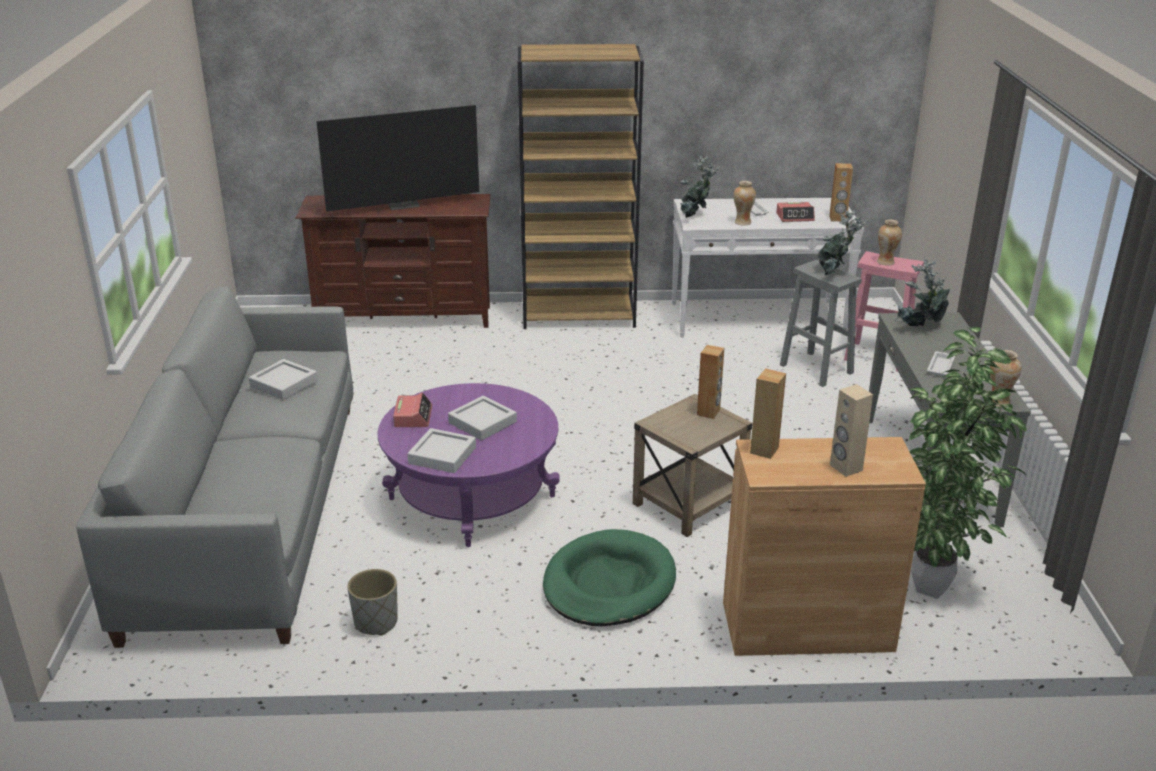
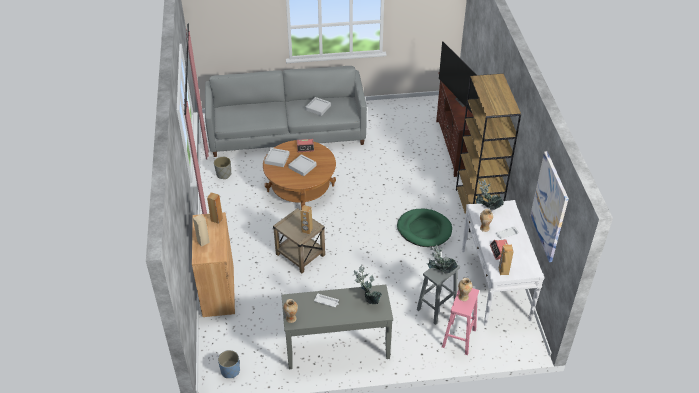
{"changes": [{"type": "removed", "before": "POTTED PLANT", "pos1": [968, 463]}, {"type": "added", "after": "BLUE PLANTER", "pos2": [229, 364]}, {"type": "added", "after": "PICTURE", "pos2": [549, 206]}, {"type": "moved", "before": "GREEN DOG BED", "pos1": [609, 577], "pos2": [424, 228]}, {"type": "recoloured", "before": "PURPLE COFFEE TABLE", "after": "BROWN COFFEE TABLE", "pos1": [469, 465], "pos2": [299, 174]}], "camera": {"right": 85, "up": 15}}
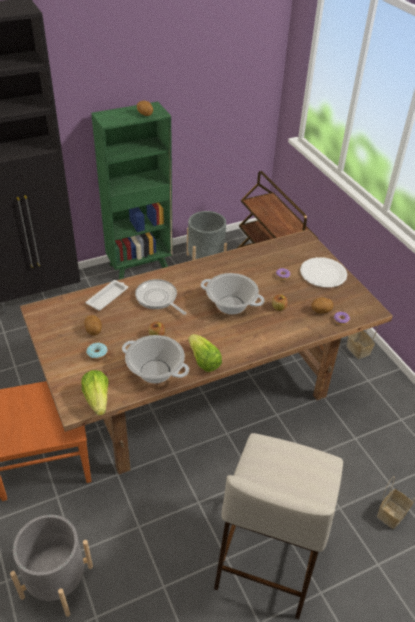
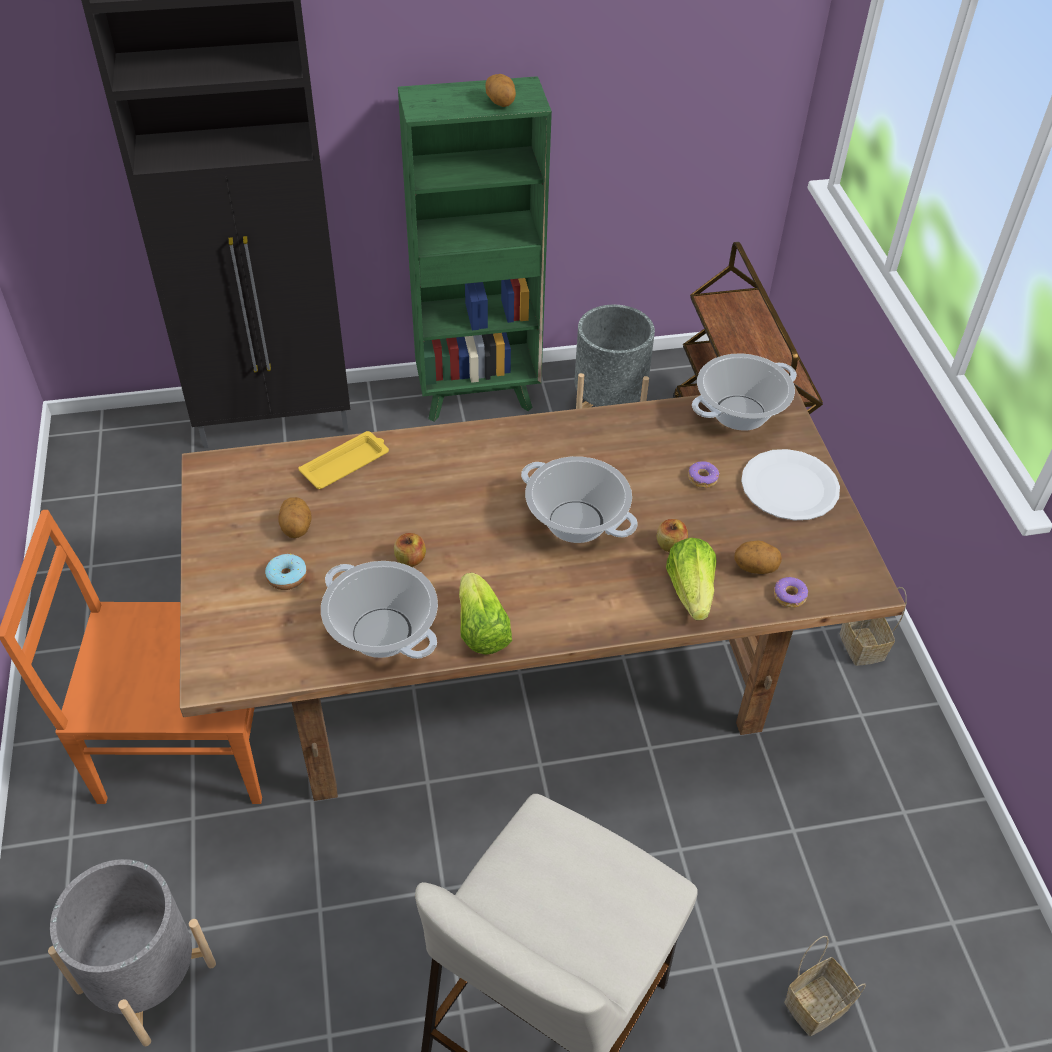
{"changes": [{"type": "removed", "before": "FRYING PAN", "pos1": [160, 297]}, {"type": "added", "after": "COOKING POT", "pos2": [744, 392]}, {"type": "moved", "before": "LETTUCE", "pos1": [95, 392], "pos2": [691, 579]}, {"type": "recoloured", "before": "WHITE TRAY", "after": "YELLOW TRAY", "pos1": [107, 295], "pos2": [343, 460]}], "camera": {"right": 15, "up": 5}}
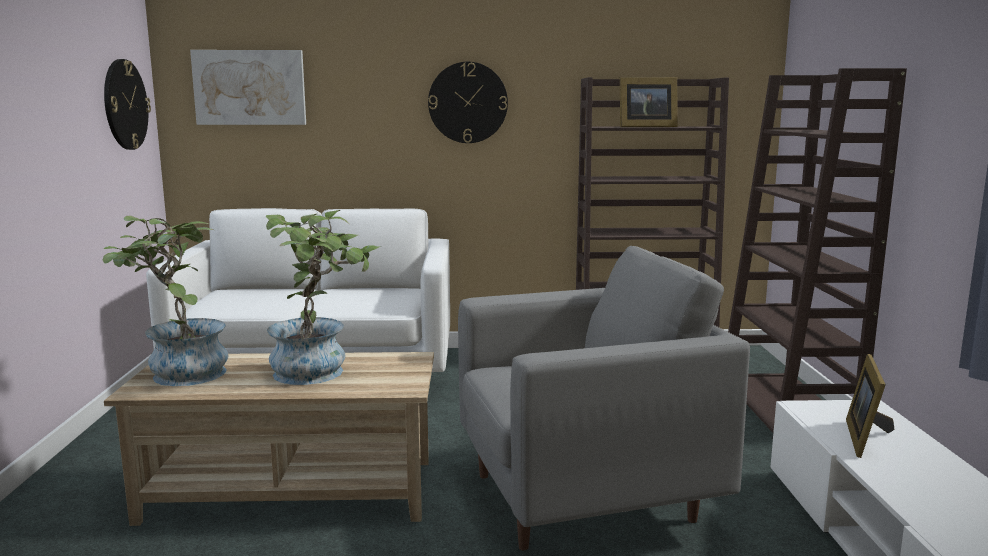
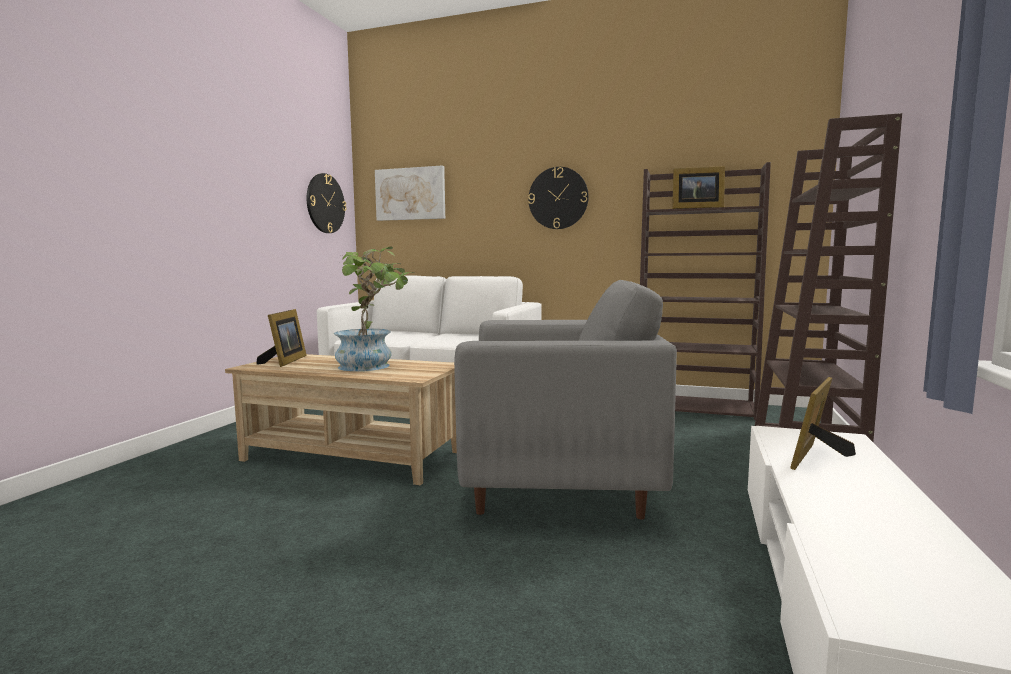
{"changes": [{"type": "replaced", "before": "POTTED PLANT", "after": "PICTURE FRAME", "pos1": [165, 301], "pos2": [281, 338]}], "camera": {"right": 20, "up": -5}}
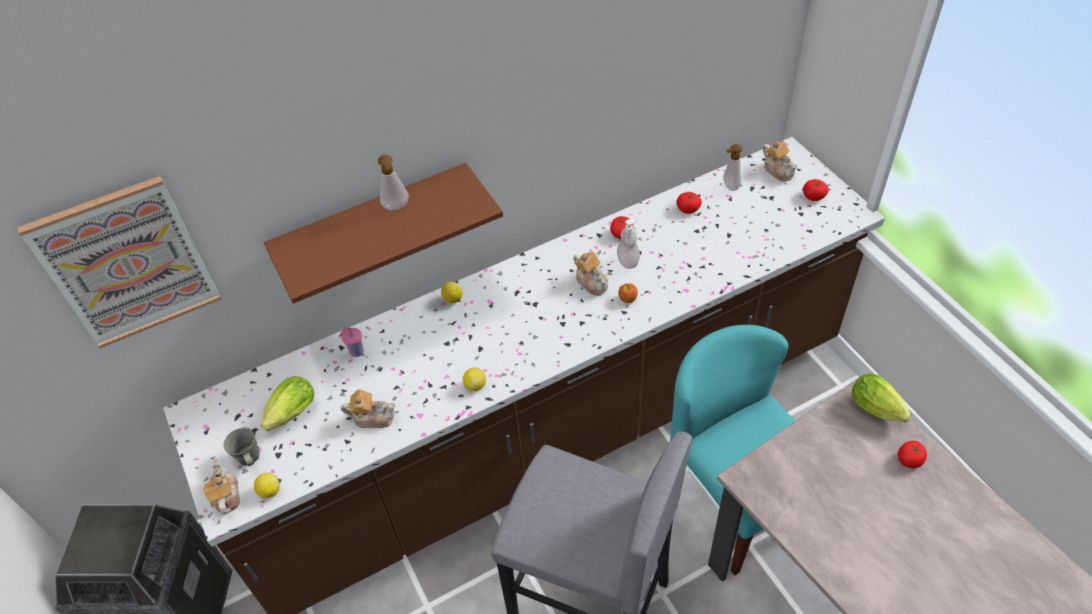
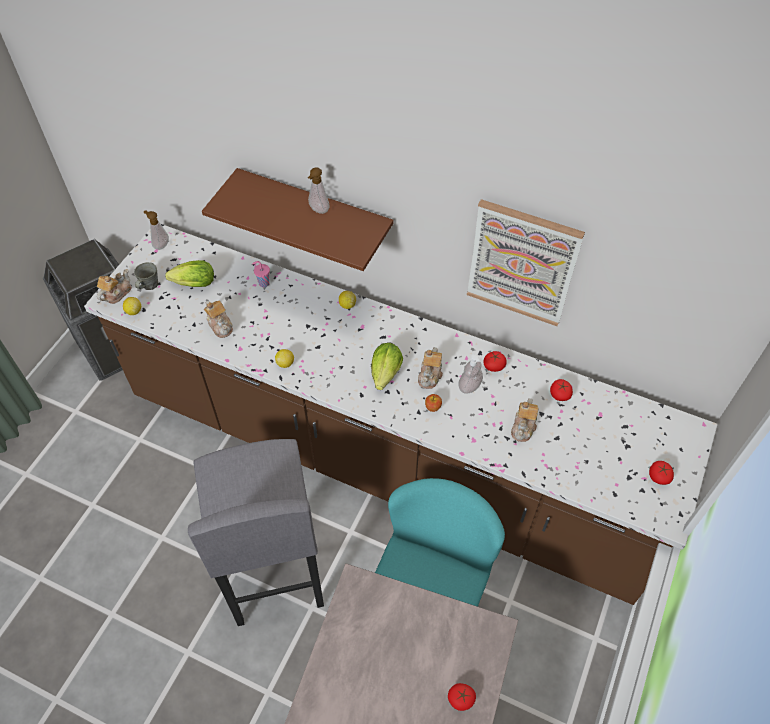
{"changes": [{"type": "moved", "before": "PICTURE", "pos1": [119, 262], "pos2": [526, 262]}, {"type": "moved", "before": "SOAP DISPENSER", "pos1": [732, 167], "pos2": [156, 230]}, {"type": "moved", "before": "TEAPOT", "pos1": [780, 161], "pos2": [524, 420]}, {"type": "moved", "before": "LETTUCE", "pos1": [881, 398], "pos2": [387, 366]}], "camera": {"right": 50, "up": 5}}
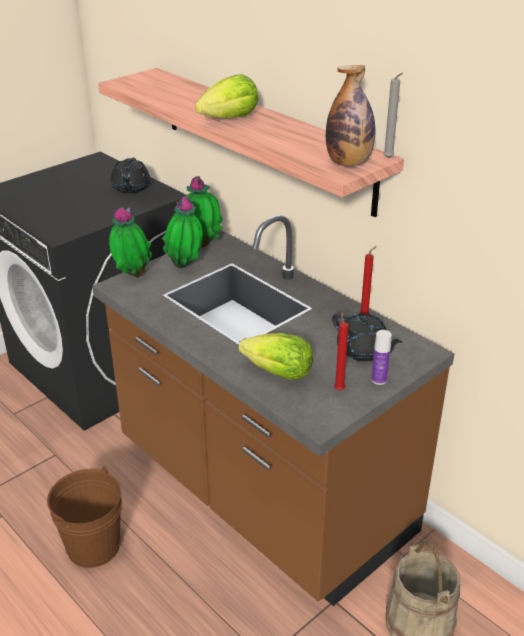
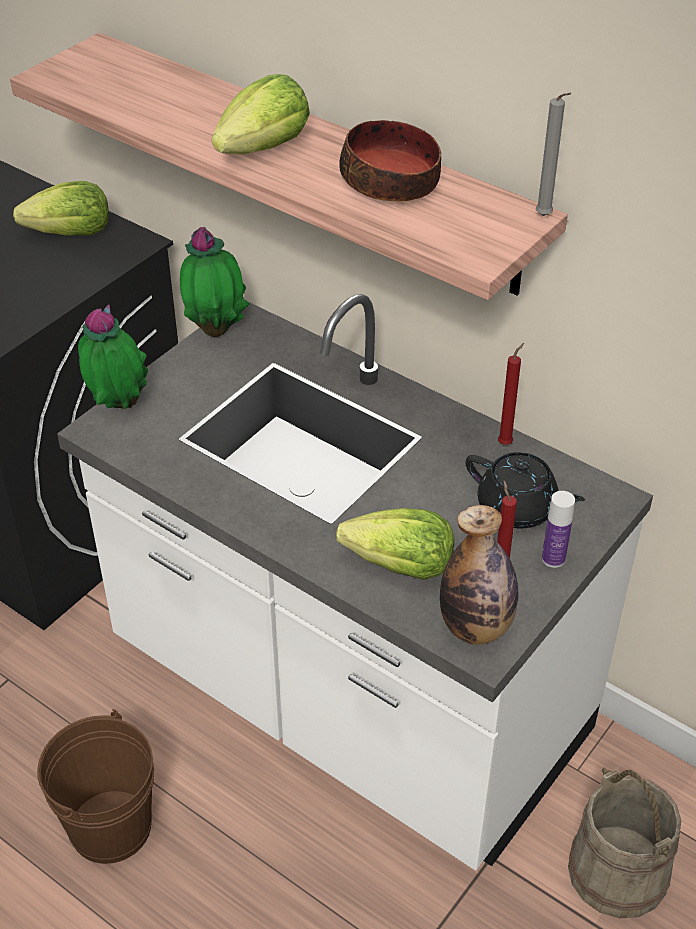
{"changes": [{"type": "removed", "before": "POTTED PLANT", "pos1": [182, 232]}, {"type": "added", "after": "BOWL", "pos2": [390, 161]}, {"type": "moved", "before": "BOTTLE", "pos1": [351, 115], "pos2": [479, 575]}, {"type": "replaced", "before": "BLACK TEAPOT", "after": "LETTUCE", "pos1": [130, 175], "pos2": [61, 208]}, {"type": "recoloured", "before": "BROWN COUNTER", "after": "WHITE COUNTER", "pos1": [273, 410], "pos2": [355, 582]}], "camera": {"right": -10, "up": 10}}
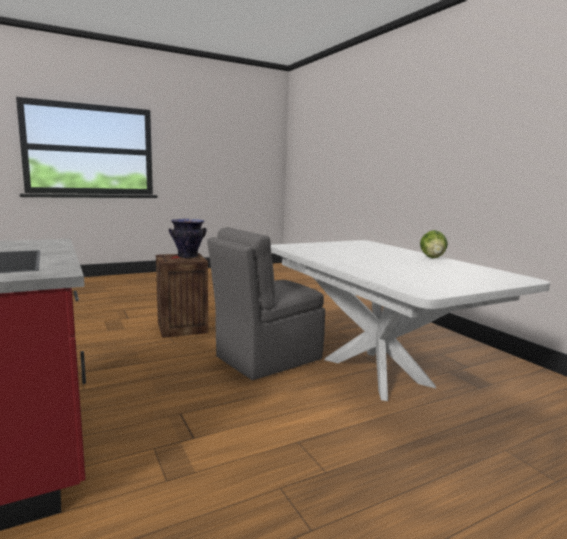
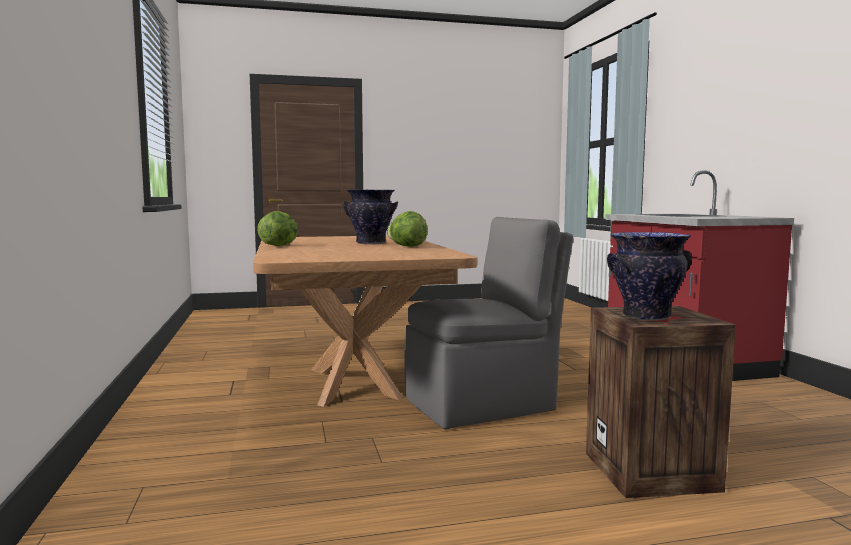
{"changes": [{"type": "added", "after": "VASE", "pos2": [370, 217]}, {"type": "added", "after": "LETTUCE", "pos2": [407, 229]}, {"type": "recoloured", "before": "WHITE DINING TABLE", "after": "BROWN DINING TABLE", "pos1": [410, 320], "pos2": [365, 321]}], "camera": {"right": -165, "up": -5}}
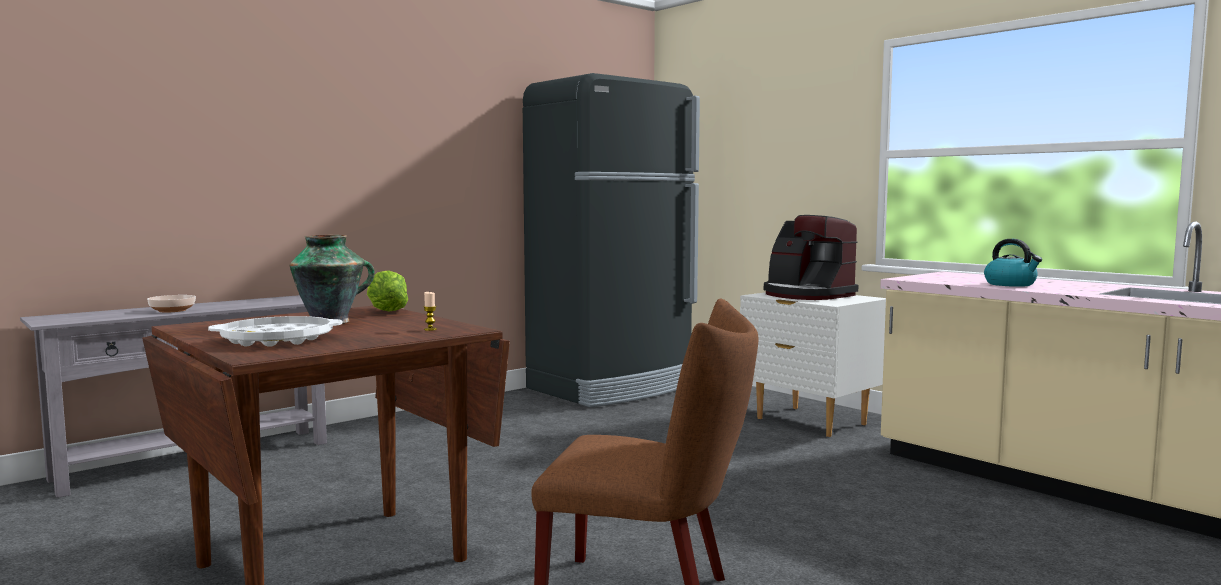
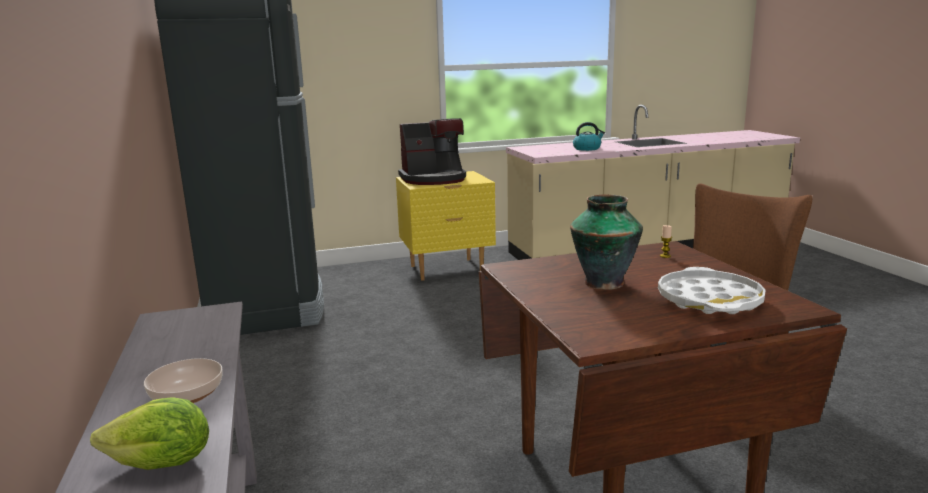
{"changes": [{"type": "moved", "before": "LETTUCE", "pos1": [387, 291], "pos2": [149, 433]}, {"type": "recoloured", "before": "WHITE NIGHTSTAND", "after": "YELLOW NIGHTSTAND", "pos1": [813, 364], "pos2": [446, 226]}], "camera": {"right": -65, "up": 10}}
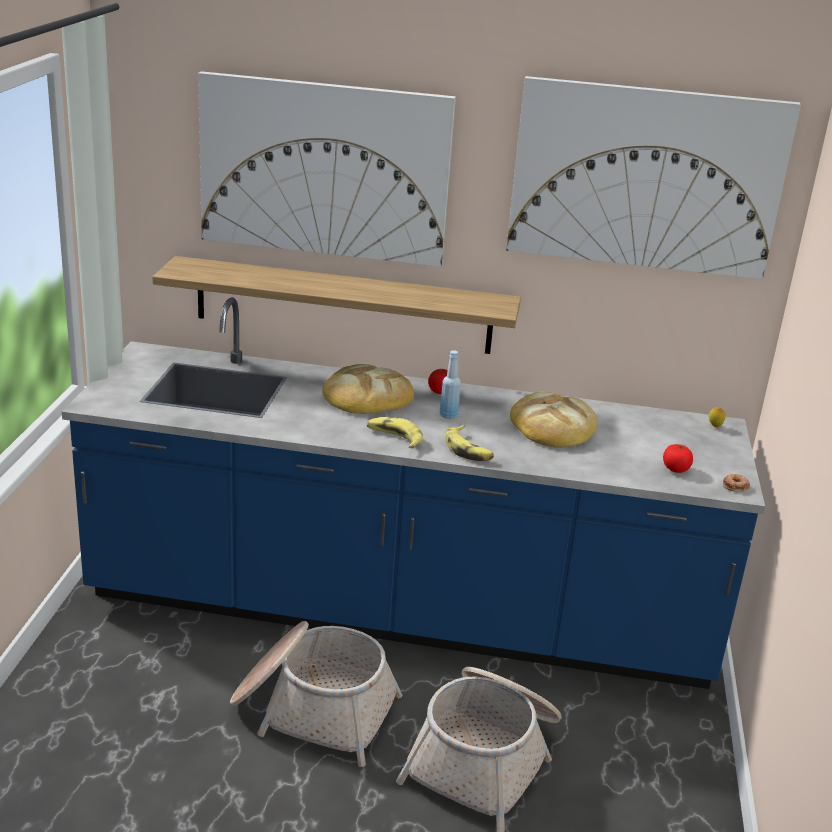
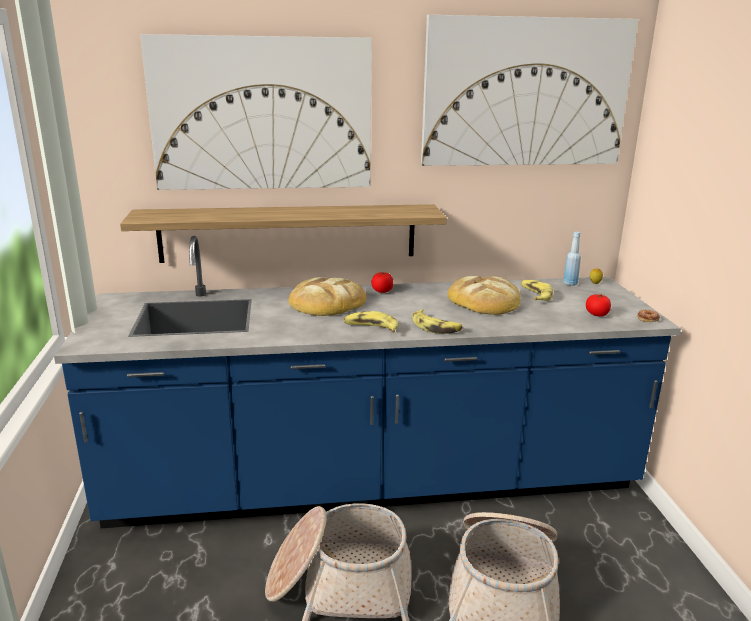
{"changes": [{"type": "added", "after": "BANANA", "pos2": [537, 290]}, {"type": "moved", "before": "BLUE BOTTLE", "pos1": [450, 384], "pos2": [572, 259]}], "camera": {"right": -15, "up": -5}}
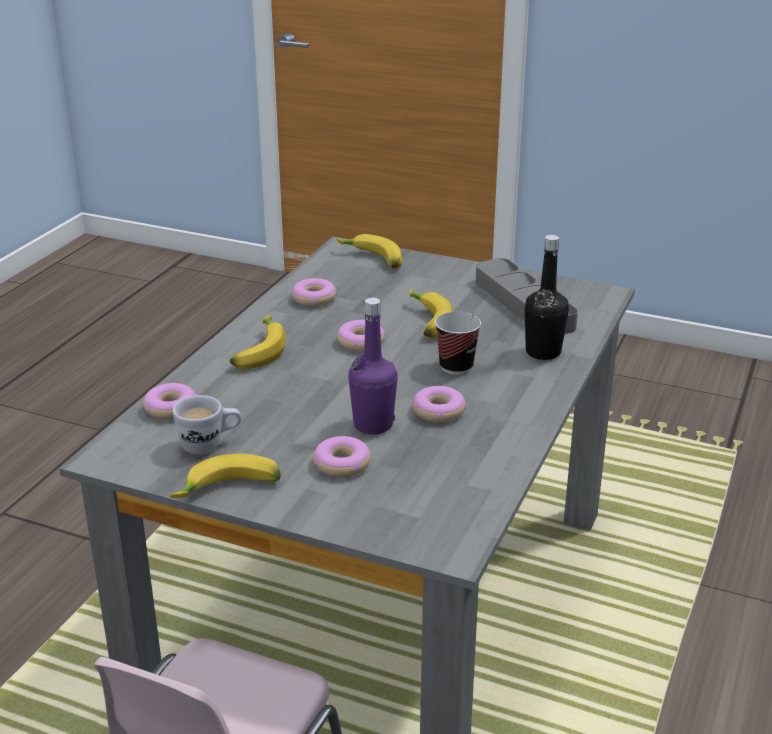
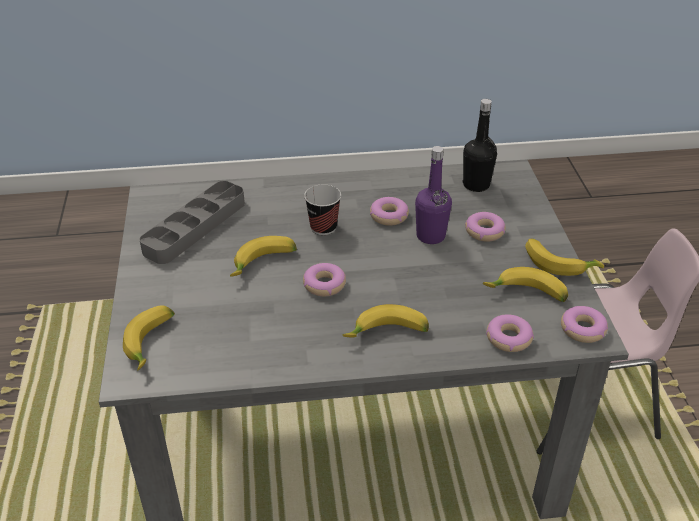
{"changes": [{"type": "moved", "before": "DONUT", "pos1": [314, 292], "pos2": [584, 324]}, {"type": "moved", "before": "BLACK BOTTLE", "pos1": [547, 297], "pos2": [480, 145]}, {"type": "replaced", "before": "WHITE MUG", "after": "BANANA", "pos1": [207, 425], "pos2": [525, 284]}], "camera": {"right": -120, "up": 10}}
